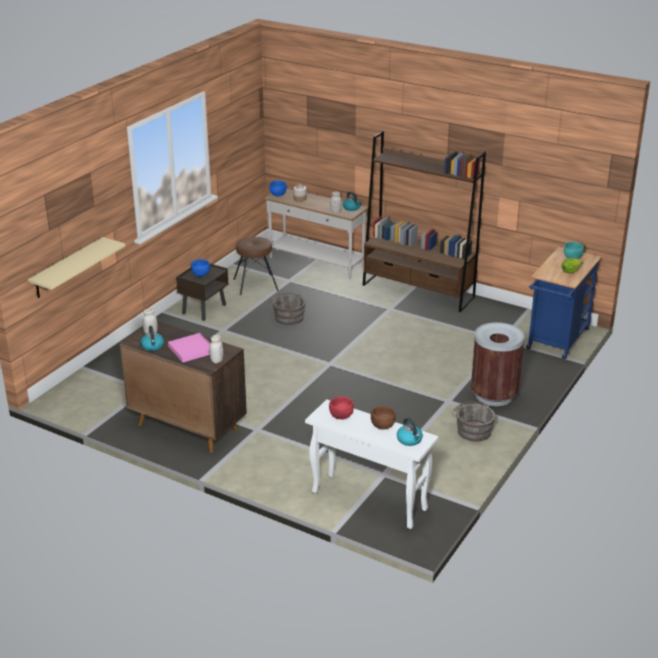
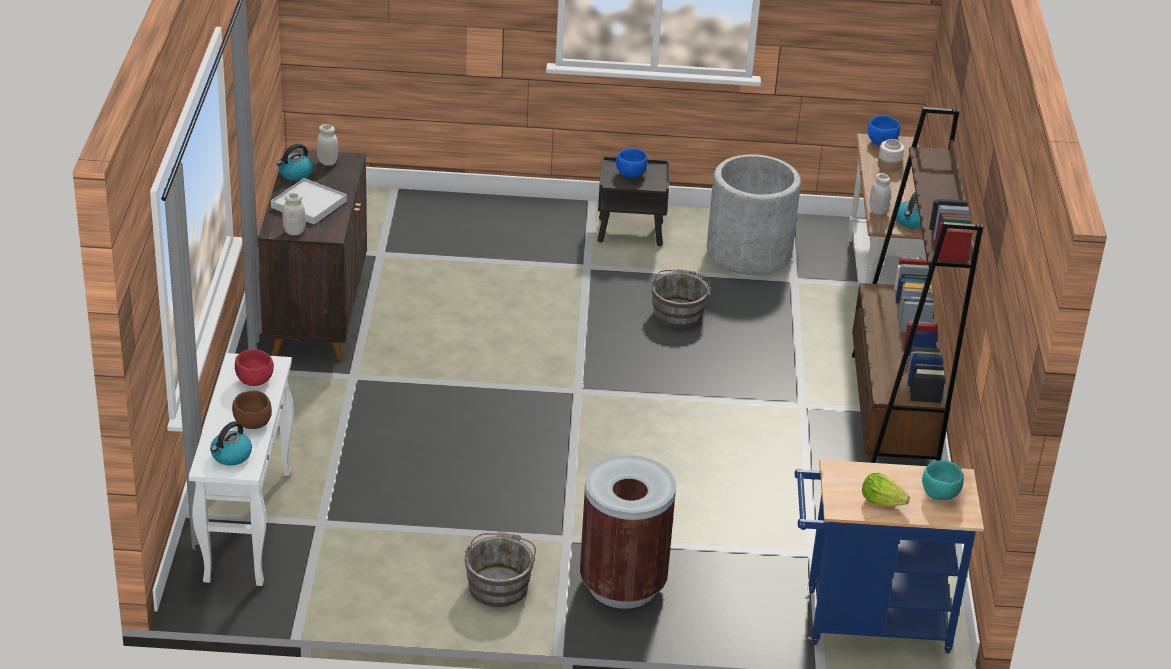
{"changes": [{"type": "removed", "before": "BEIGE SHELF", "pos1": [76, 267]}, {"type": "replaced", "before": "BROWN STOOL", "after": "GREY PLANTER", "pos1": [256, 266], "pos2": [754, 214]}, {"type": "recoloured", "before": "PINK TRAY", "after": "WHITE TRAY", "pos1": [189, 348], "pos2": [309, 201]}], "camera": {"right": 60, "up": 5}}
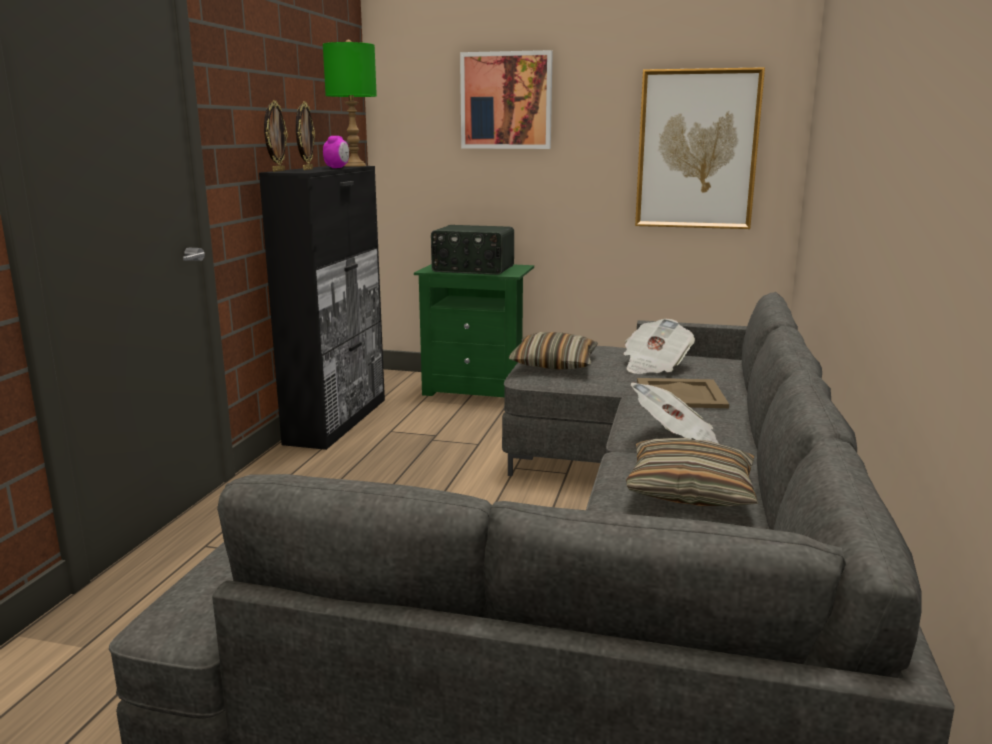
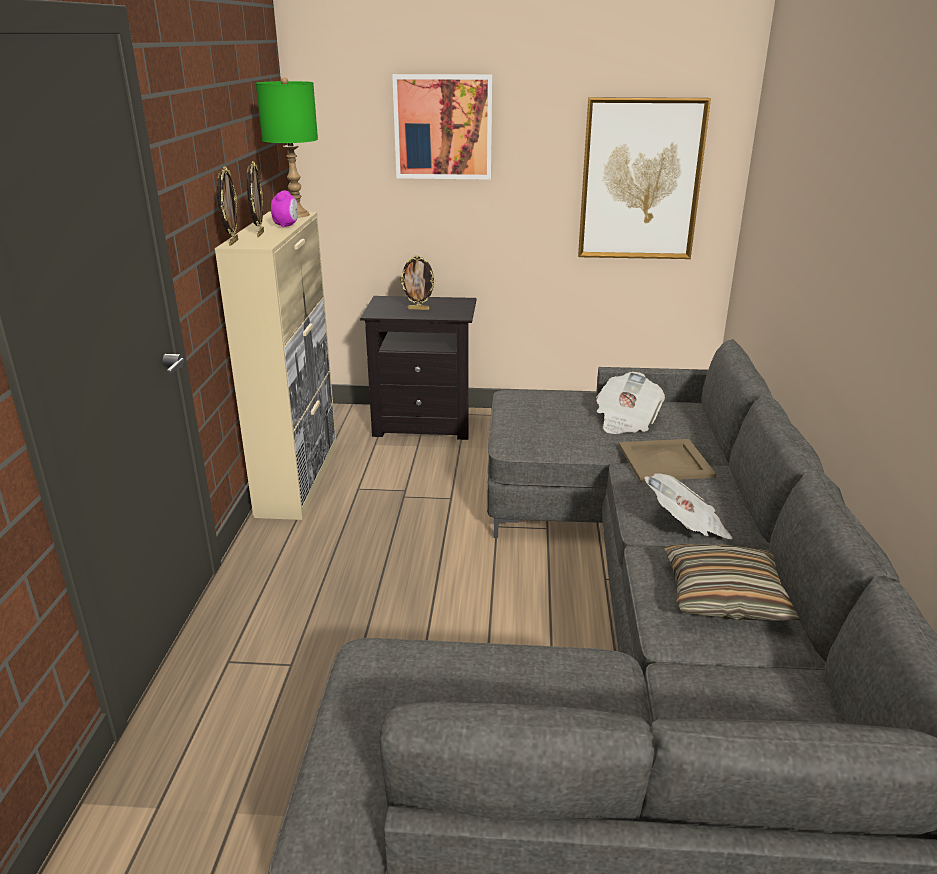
{"changes": [{"type": "removed", "before": "PILLOW", "pos1": [553, 351]}, {"type": "replaced", "before": "RADIO", "after": "PICTURE FRAME", "pos1": [472, 250], "pos2": [418, 282]}, {"type": "recoloured", "before": "BLACK CABINET", "after": "BEIGE CABINET", "pos1": [322, 308], "pos2": [276, 365]}, {"type": "recoloured", "before": "GREEN NIGHTSTAND", "after": "BLACK NIGHTSTAND", "pos1": [474, 330], "pos2": [418, 368]}], "camera": {"right": -10, "up": 10}}
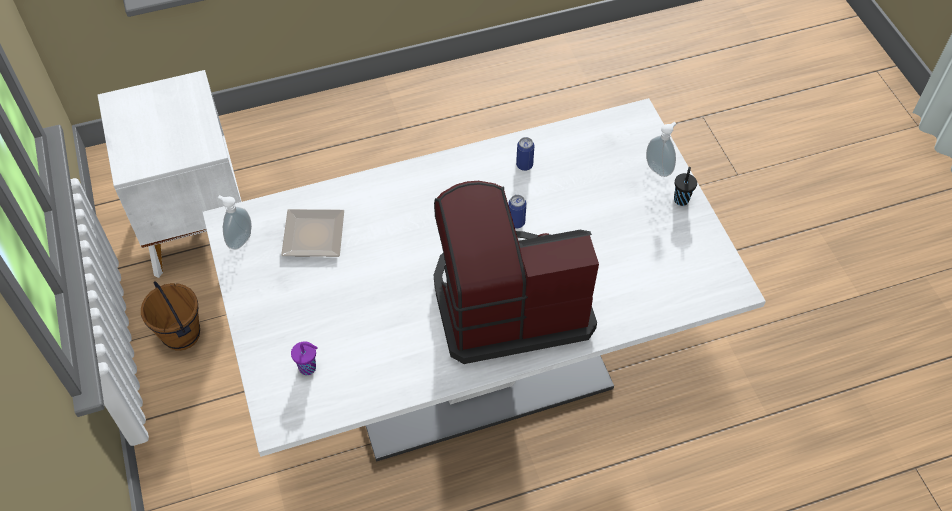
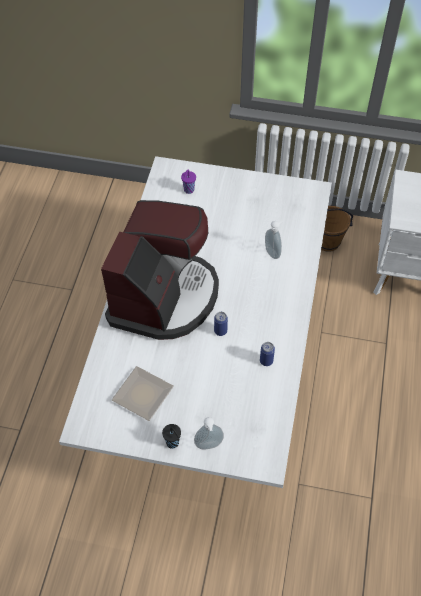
{"changes": [{"type": "moved", "before": "SOAP DISPENSER", "pos1": [235, 222], "pos2": [274, 239]}, {"type": "moved", "before": "PLATE", "pos1": [312, 233], "pos2": [143, 393]}], "camera": {"right": 120, "up": 0}}
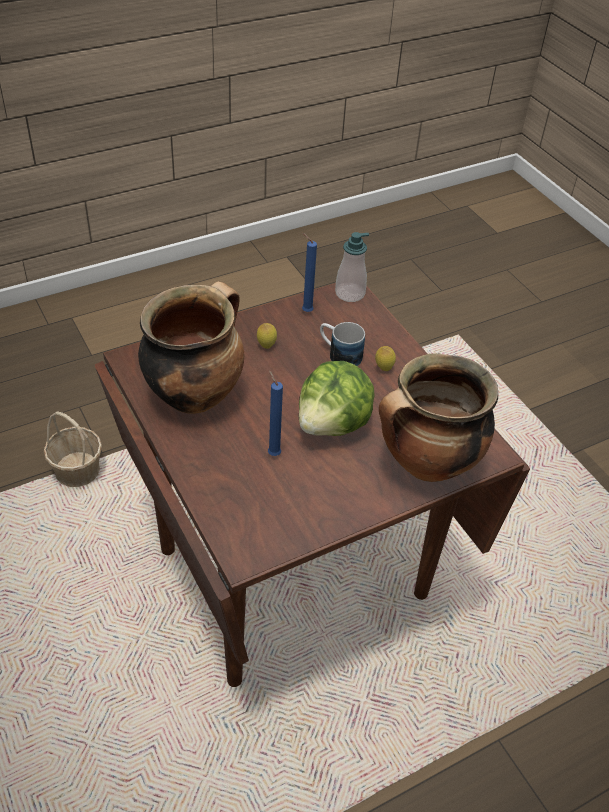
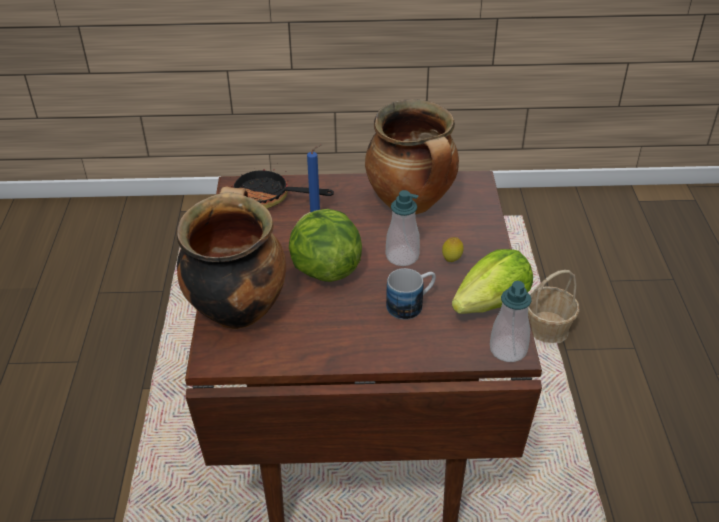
{"changes": [{"type": "removed", "before": "LEMON", "pos1": [385, 358]}, {"type": "added", "after": "FRYING PAN", "pos2": [282, 188]}, {"type": "added", "after": "SOAP DISPENSER", "pos2": [403, 228]}, {"type": "replaced", "before": "BLUE CANDLE", "after": "LETTUCE", "pos1": [309, 272], "pos2": [492, 281]}], "camera": {"right": 120, "up": -5}}
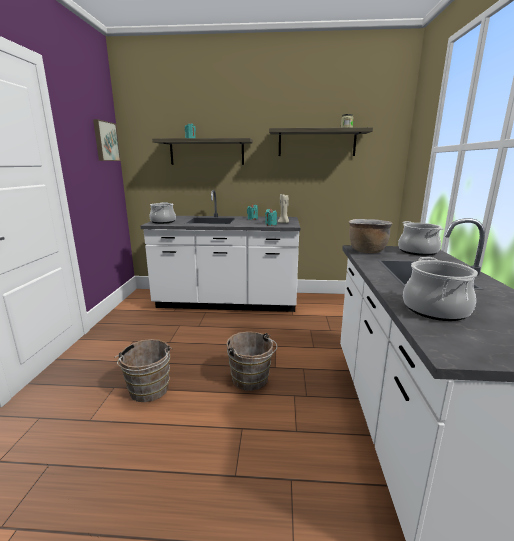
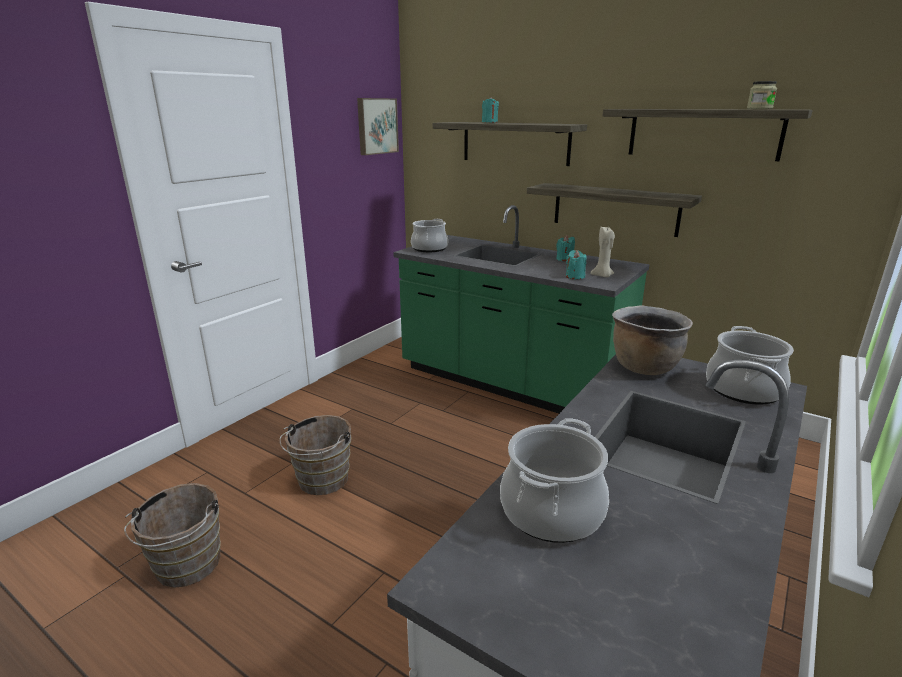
{"changes": [{"type": "added", "after": "SHELF", "pos2": [614, 210]}, {"type": "moved", "before": "BROWN BUCKET", "pos1": [251, 361], "pos2": [172, 535]}, {"type": "recoloured", "before": "WHITE COUNTER", "after": "GREEN COUNTER", "pos1": [220, 251], "pos2": [521, 309]}], "camera": {"right": 30, "up": 5}}
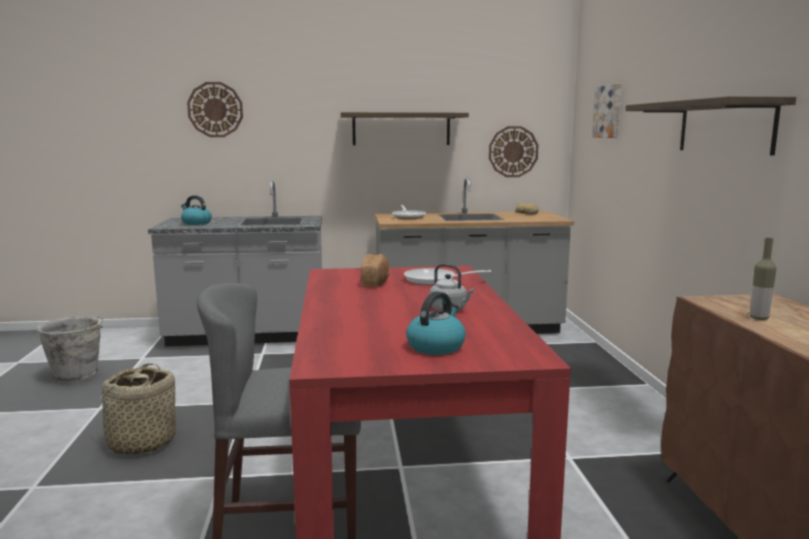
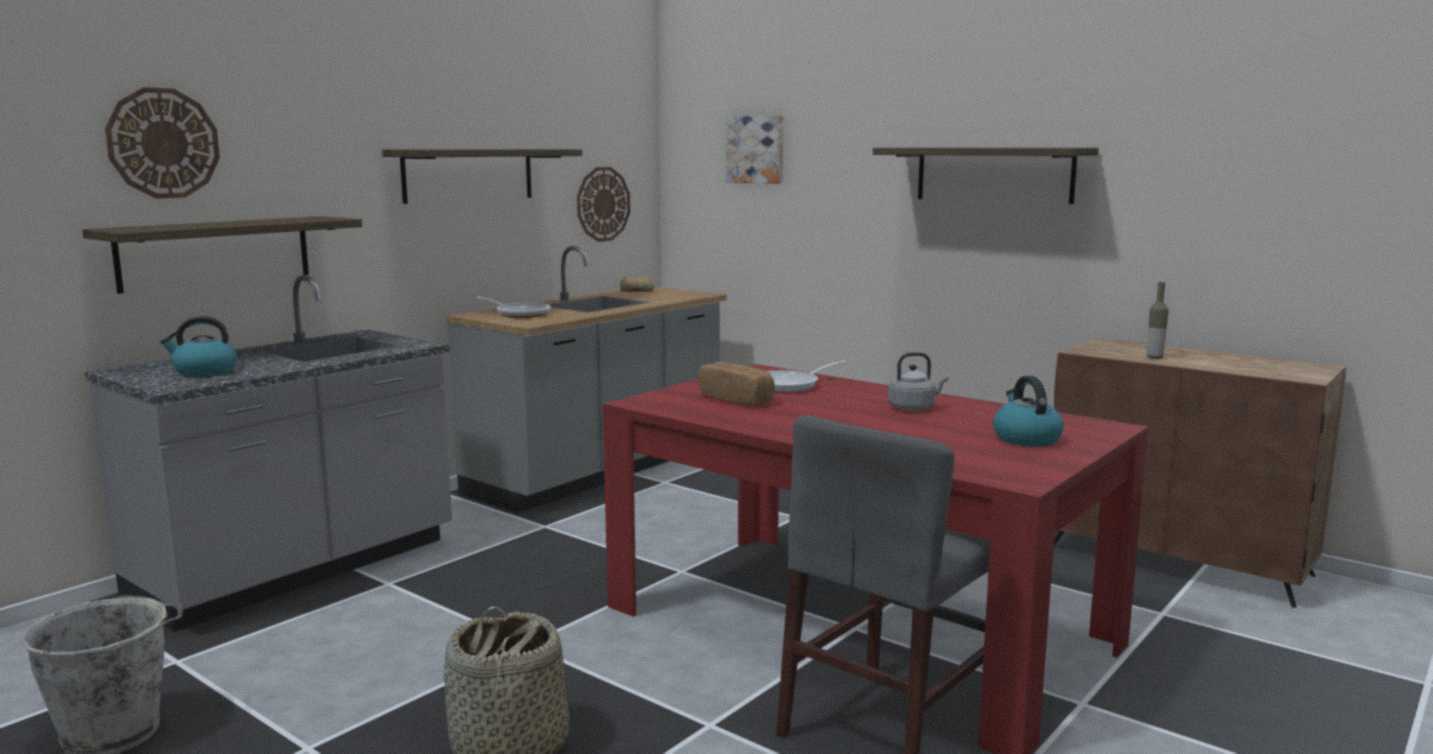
{"changes": [{"type": "added", "after": "SHELF", "pos2": [222, 255]}], "camera": {"right": -45, "up": 0}}
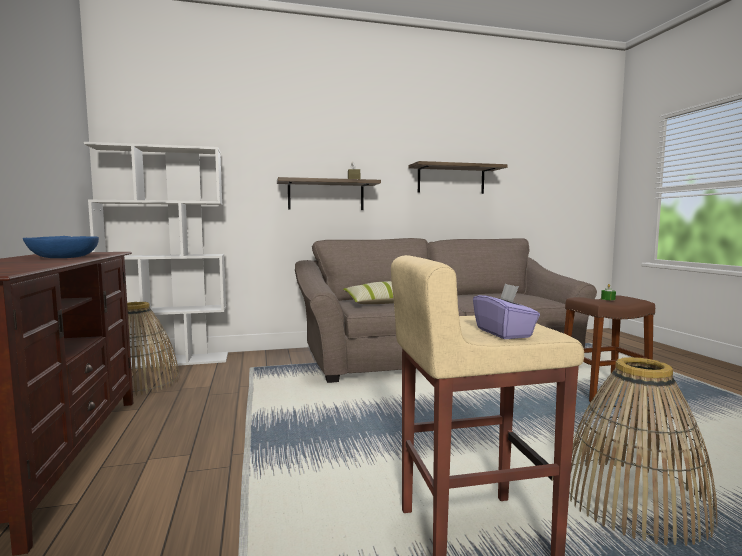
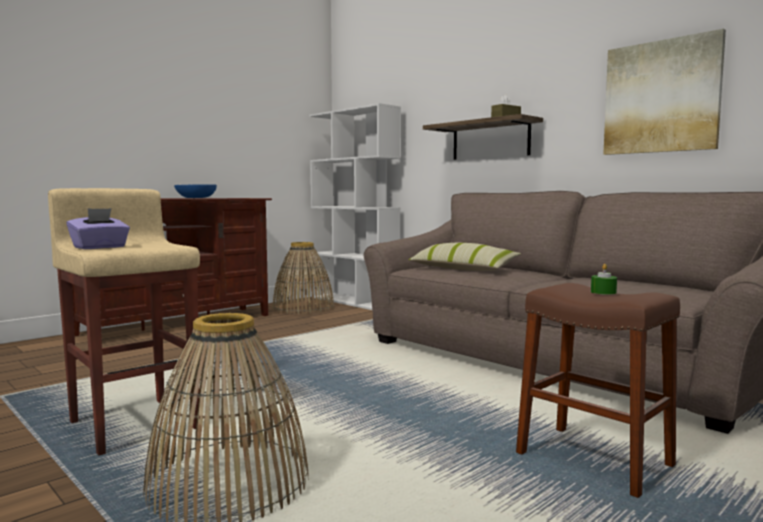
{"changes": [{"type": "replaced", "before": "SHELF", "after": "PICTURE", "pos1": [458, 177], "pos2": [664, 92]}], "camera": {"right": 60, "up": 0}}
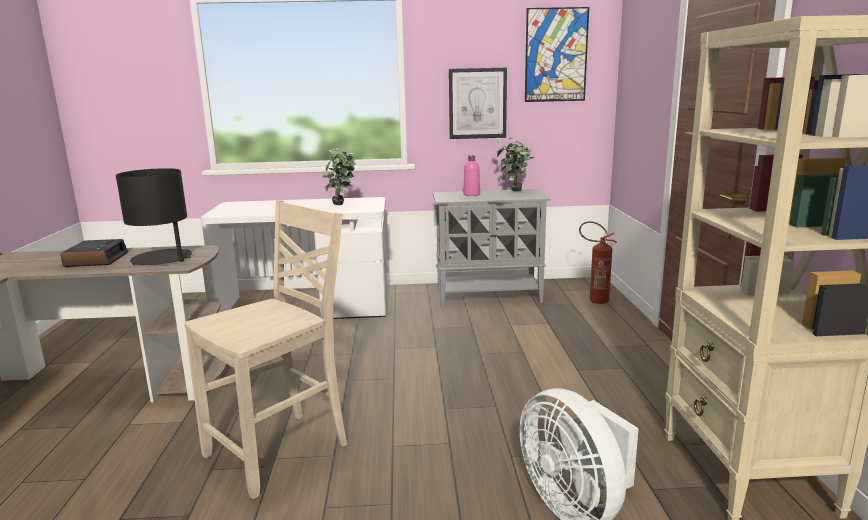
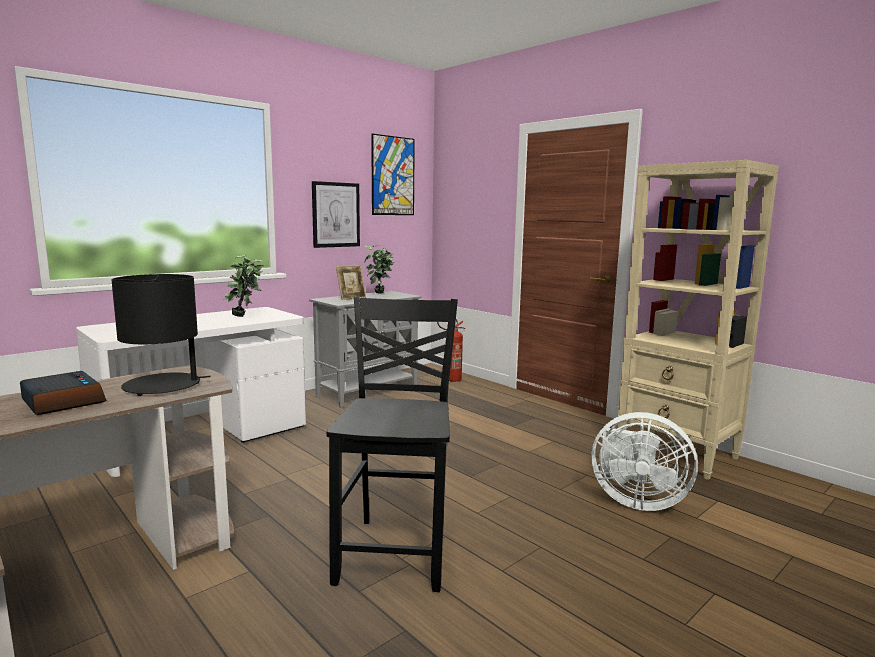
{"changes": [{"type": "replaced", "before": "PINK BOTTLE", "after": "PICTURE FRAME", "pos1": [471, 175], "pos2": [351, 283]}, {"type": "recoloured", "before": "BEIGE CHAIR", "after": "BLACK CHAIR", "pos1": [265, 349], "pos2": [392, 444]}], "camera": {"right": -40, "up": -5}}
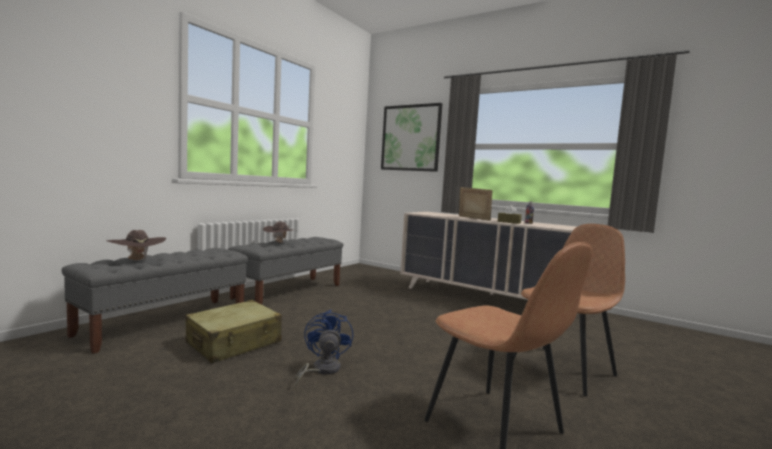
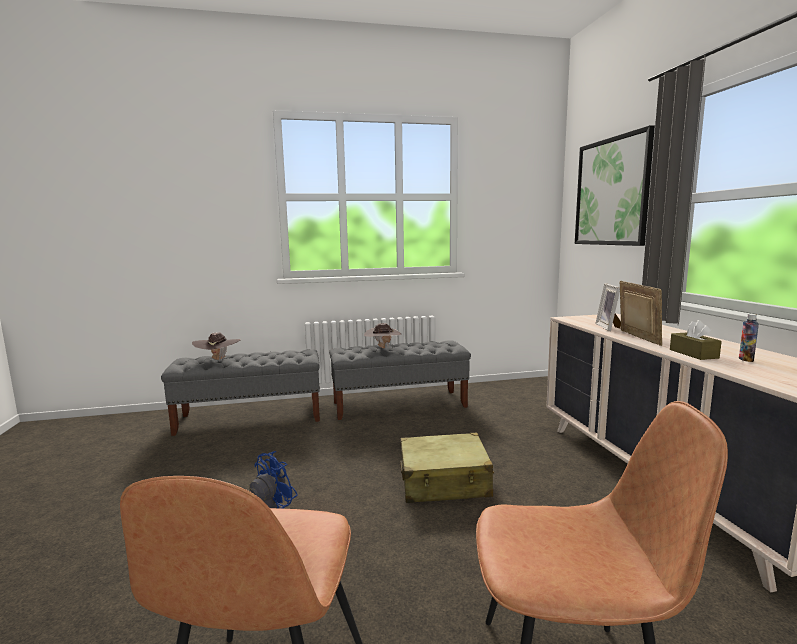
{"changes": [{"type": "added", "after": "PICTURE FRAME", "pos2": [608, 307]}, {"type": "moved", "before": "BEIGE SUITCASE", "pos1": [233, 331], "pos2": [447, 468]}], "camera": {"right": 45, "up": 5}}
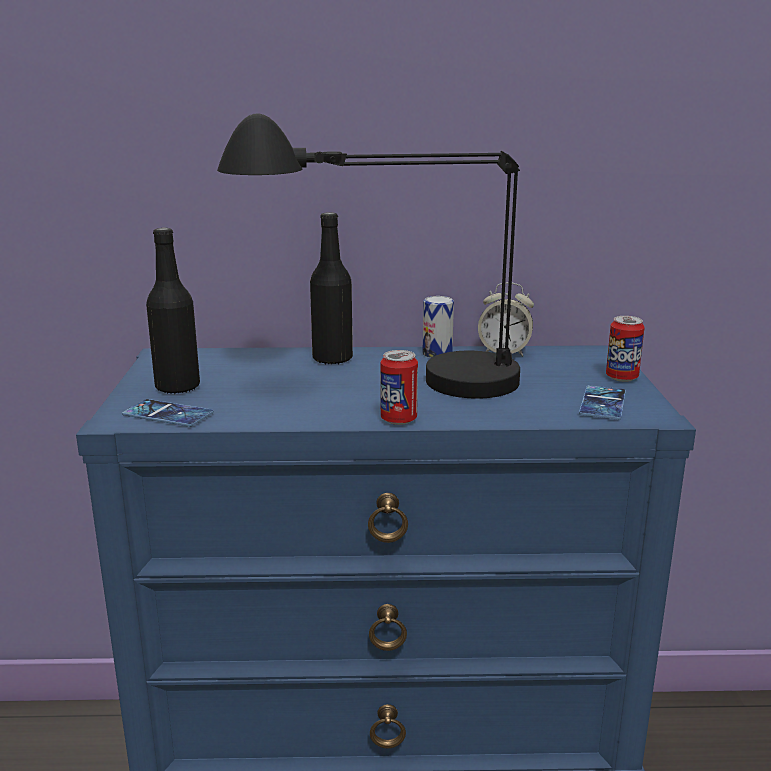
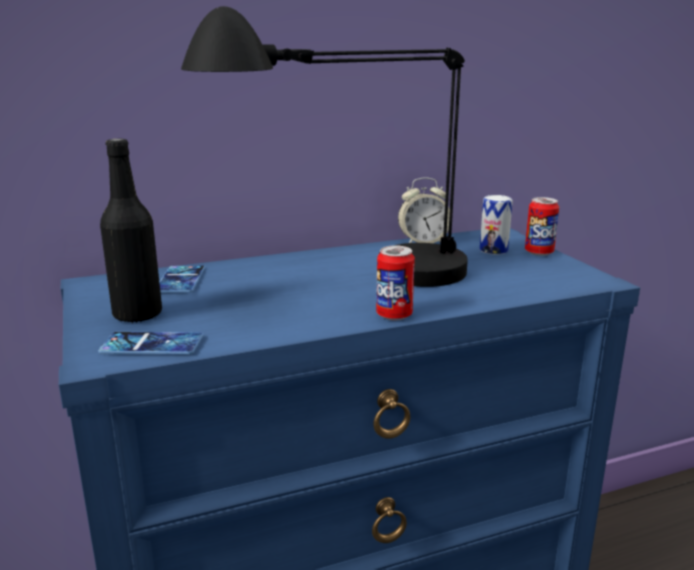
{"changes": [{"type": "removed", "before": "BLACK BOTTLE", "pos1": [331, 288]}, {"type": "moved", "before": "CAN", "pos1": [438, 327], "pos2": [496, 225]}, {"type": "moved", "before": "PHONE", "pos1": [602, 402], "pos2": [182, 279]}], "camera": {"right": -20, "up": 0}}
